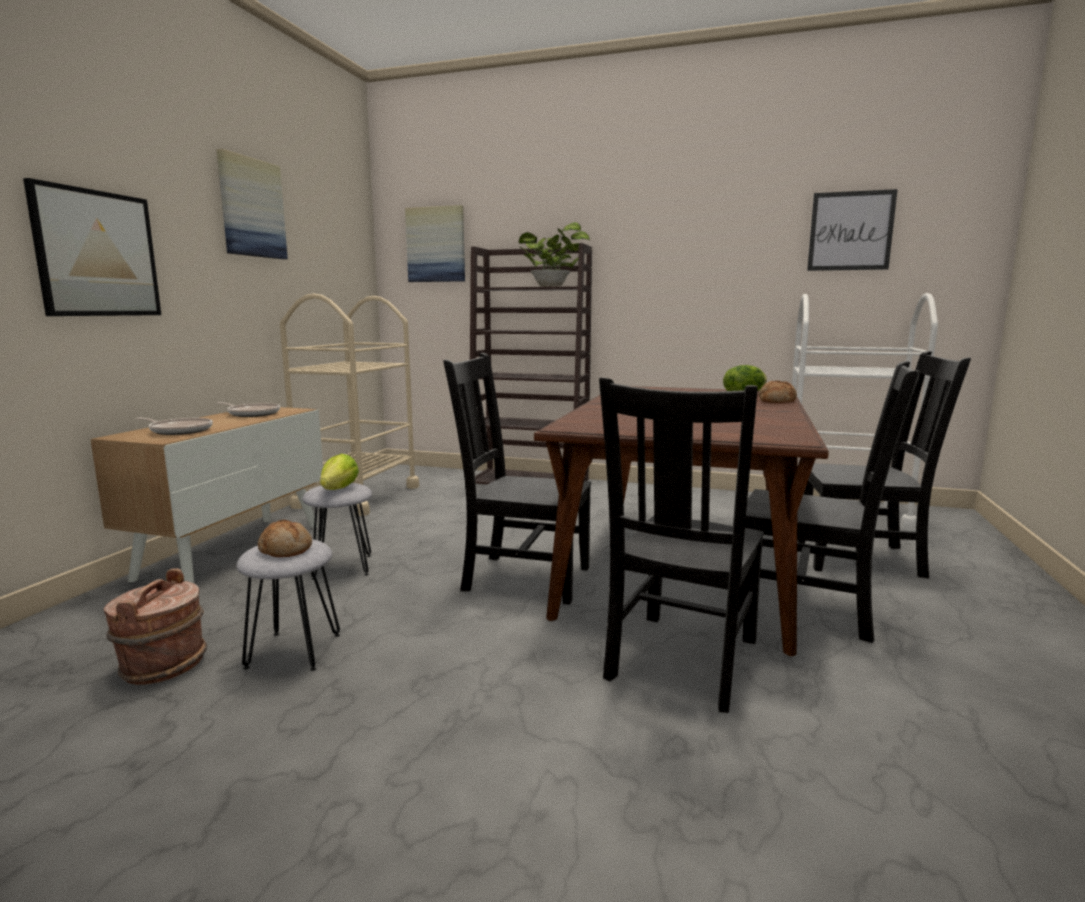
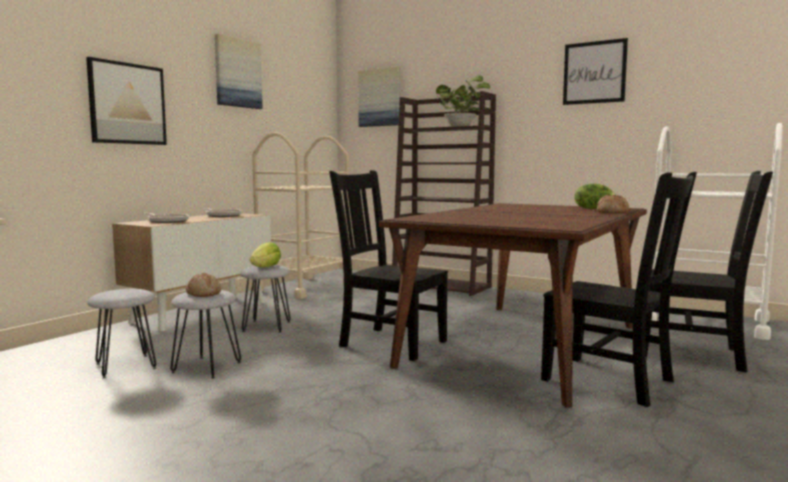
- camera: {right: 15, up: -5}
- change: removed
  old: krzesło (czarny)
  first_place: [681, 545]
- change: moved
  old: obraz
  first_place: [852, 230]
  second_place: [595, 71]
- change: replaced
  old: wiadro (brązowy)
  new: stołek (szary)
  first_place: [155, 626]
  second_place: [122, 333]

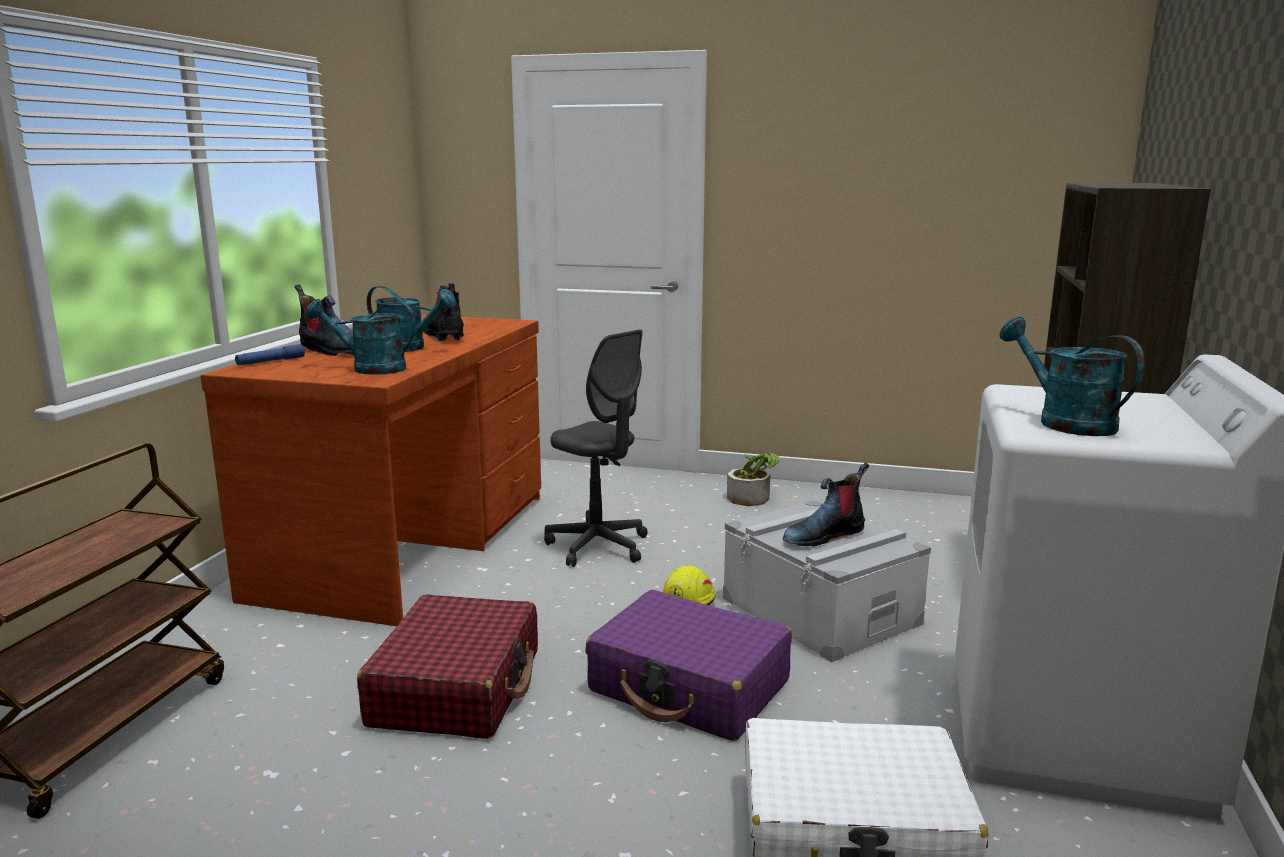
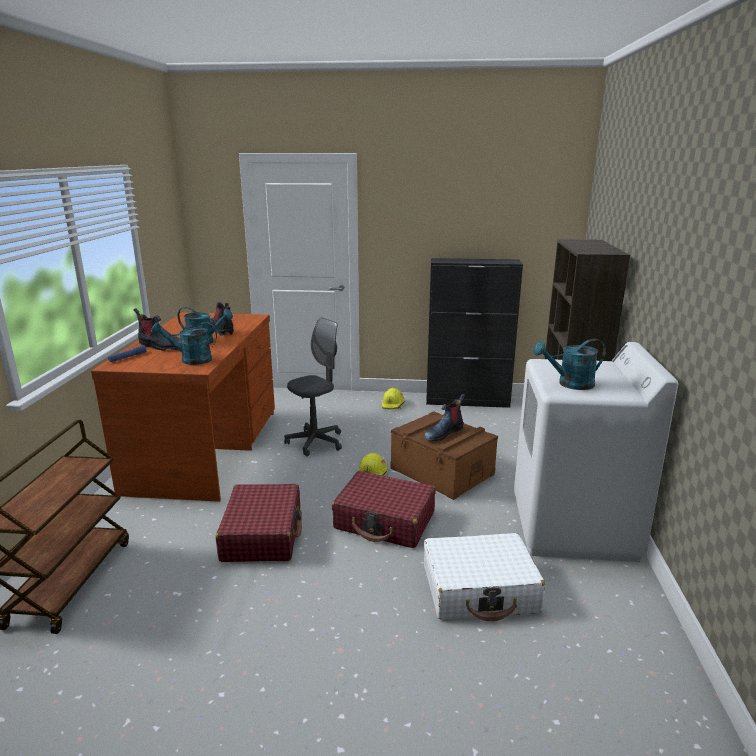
- camera: {right: -10, up: 5}
- change: added
  new: szafka (czarny)
  second_place: [474, 333]
- change: replaced
  old: roślina doniczkowa
  new: kask (żółty)
  first_place: [753, 479]
  second_place: [393, 399]
- change: recoloured
  old: walizka (fioletowy)
  new: walizka (czerwony)
  first_place: [688, 665]
  second_place: [383, 509]
- change: recoloured
  old: pojemnik do przechowywania (szary)
  new: pojemnik do przechowywania (brązowy)
  first_place: [827, 581]
  second_place: [444, 455]
- change: turned
  old: krzesło biurowe (szary)
  first_place: [595, 448]
  second_place: [313, 387]
  degrees: -75
- change: turned
  old: konewka (turkusowy)
  first_place: [1072, 376]
  second_place: [569, 364]
  degrees: -60

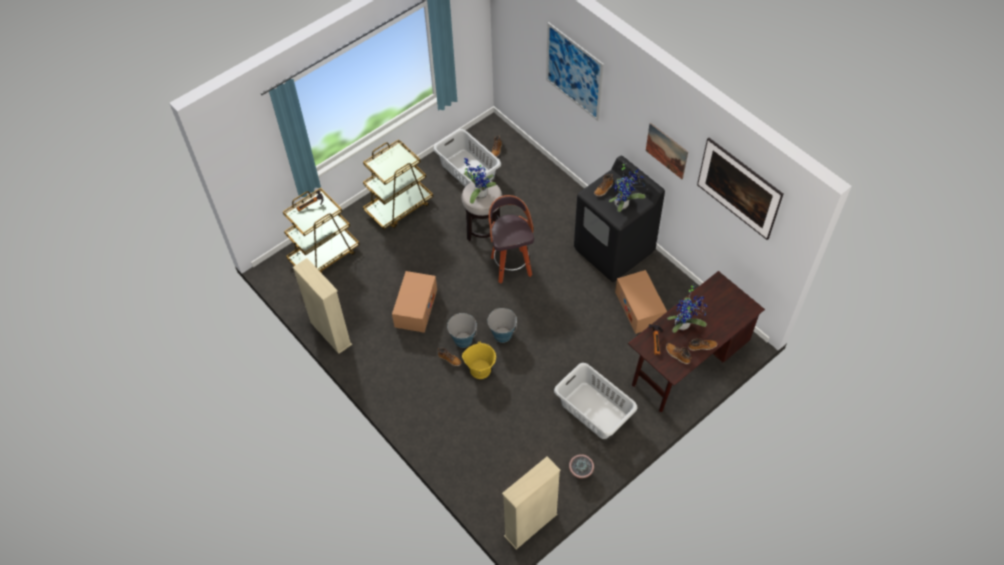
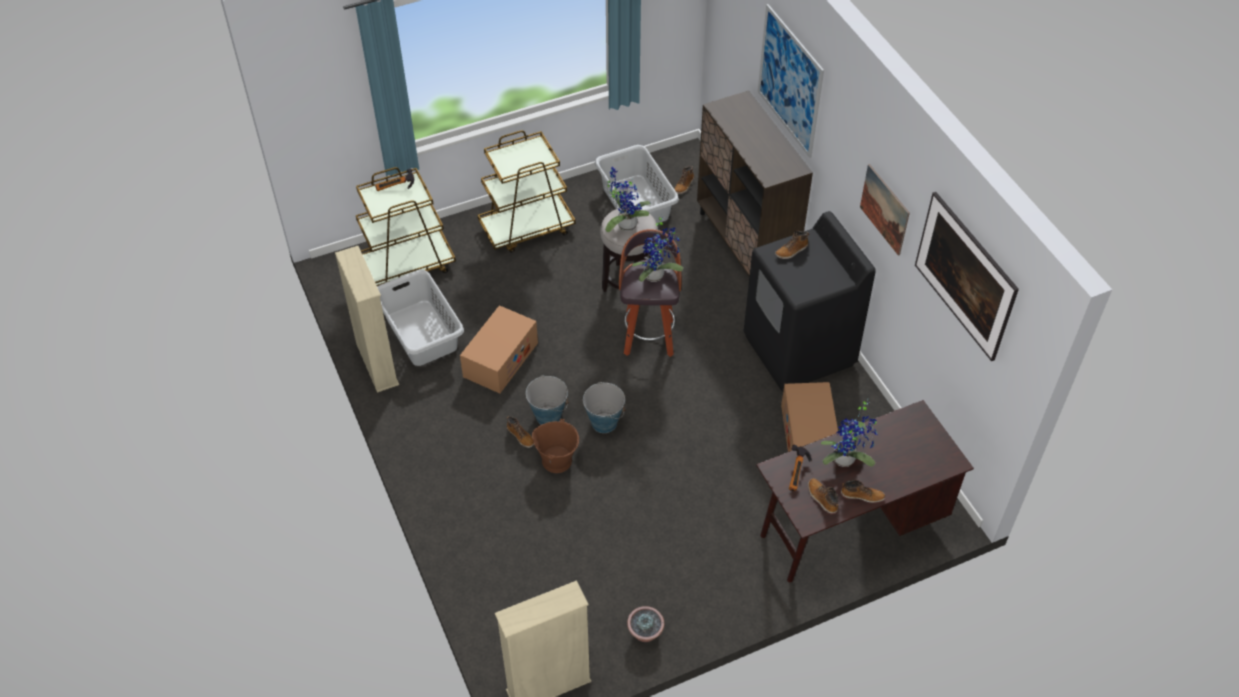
- camera: {right: 15, up: -5}
- change: added
  new: szafka (brązowy)
  second_place: [755, 183]
- change: moved
  old: kosz na pranie (szary)
  first_place: [595, 401]
  second_place: [420, 318]
- change: moved
  old: roślina doniczkowa
  first_place: [627, 186]
  second_place: [657, 248]
- change: recoloured
  old: wiadro (żółty)
  new: wiadro (brązowy)
  first_place: [479, 360]
  second_place: [555, 446]

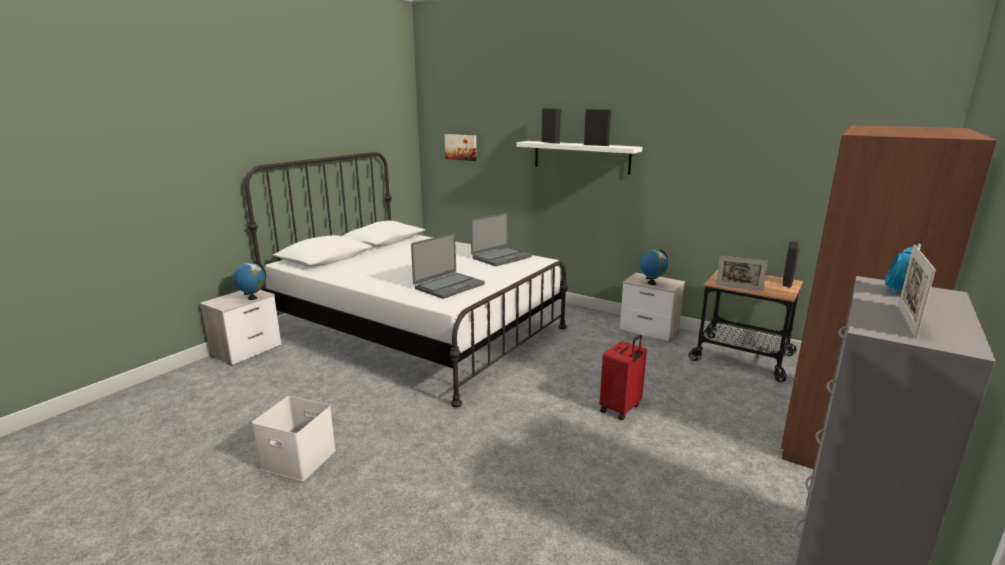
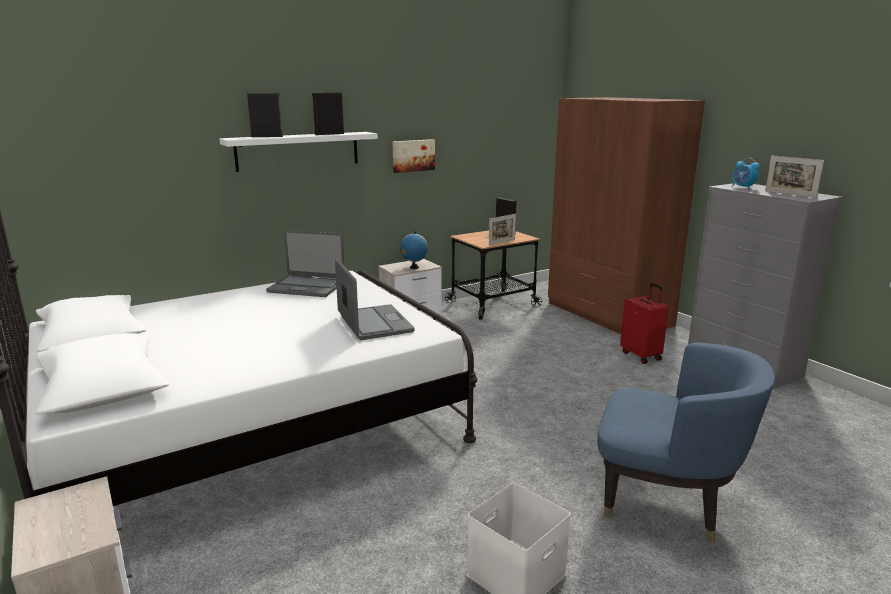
- camera: {right: -65, up: 0}
- change: removed
  old: globus
  first_place: [249, 280]
- change: added
  new: fotel (niebieski)
  second_place: [686, 443]
- change: moved
  old: obraz
  first_place: [461, 147]
  second_place: [413, 156]
- change: moved
  old: walizka (czerwony)
  first_place: [623, 377]
  second_place: [644, 323]
- change: turned
  old: laptop
  first_place: [501, 239]
  second_place: [305, 263]
  degrees: 120

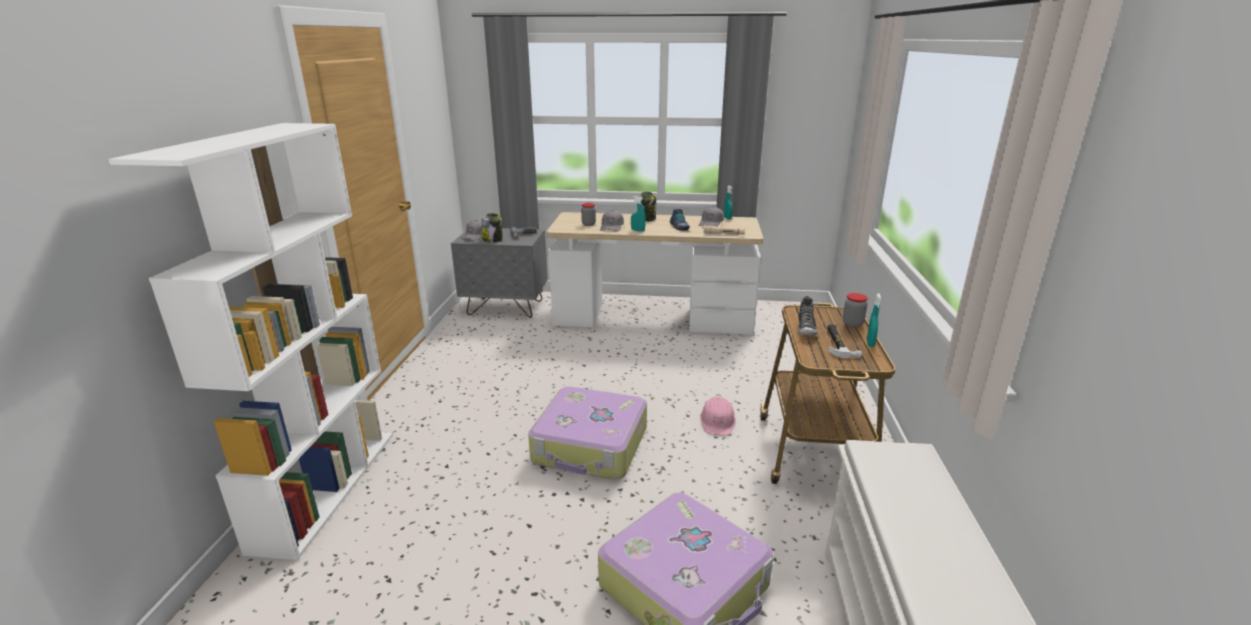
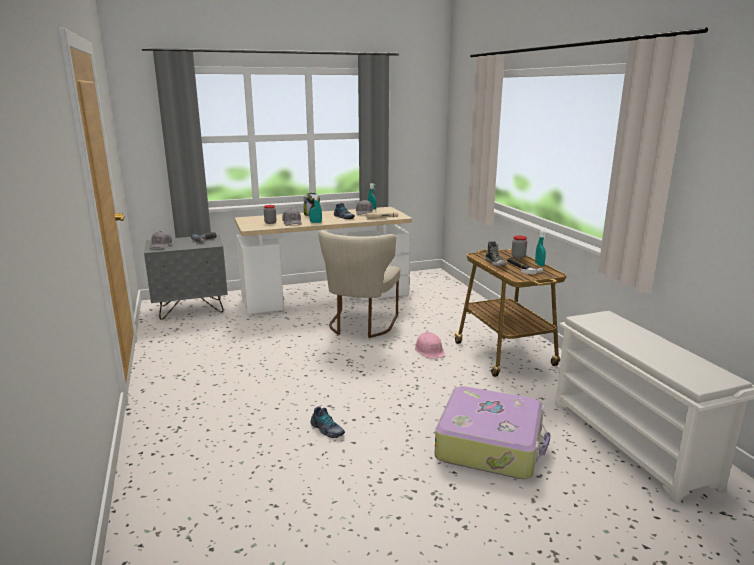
- camera: {right: -25, up: -5}
- change: removed
  old: regał (biały)
  first_place: [250, 341]
- change: removed
  old: słoik
  first_place: [492, 227]
- change: removed
  old: walizka
  first_place: [587, 432]
- change: added
  new: but
  second_place: [328, 422]
- change: added
  new: krzesło (beżowy)
  second_place: [359, 284]

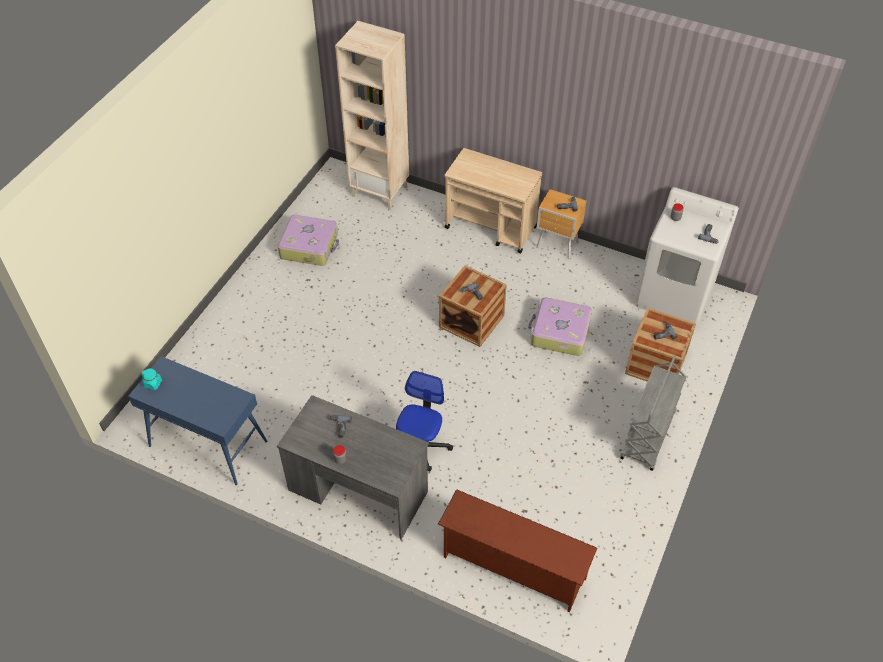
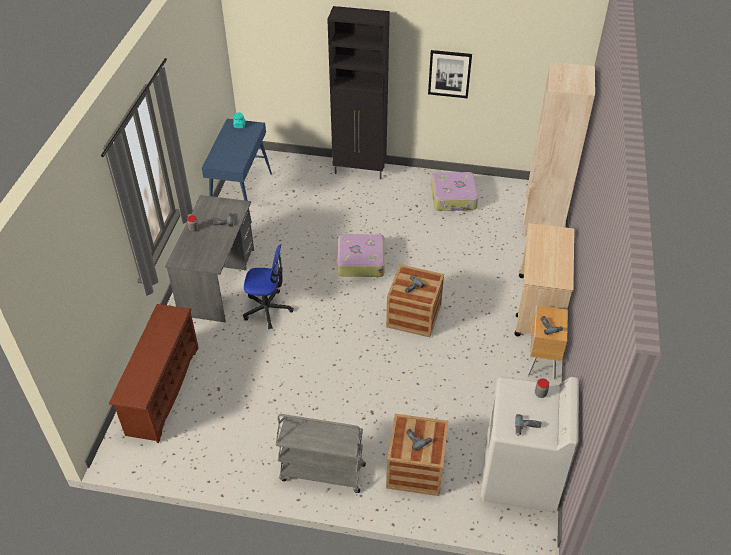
- camera: {right: 75, up: -5}
- change: added
  new: szafka (czarny)
  second_place: [358, 92]
- change: added
  new: obraz
  second_place: [450, 74]
- change: moved
  old: walizka
  first_place: [560, 327]
  second_place: [361, 255]

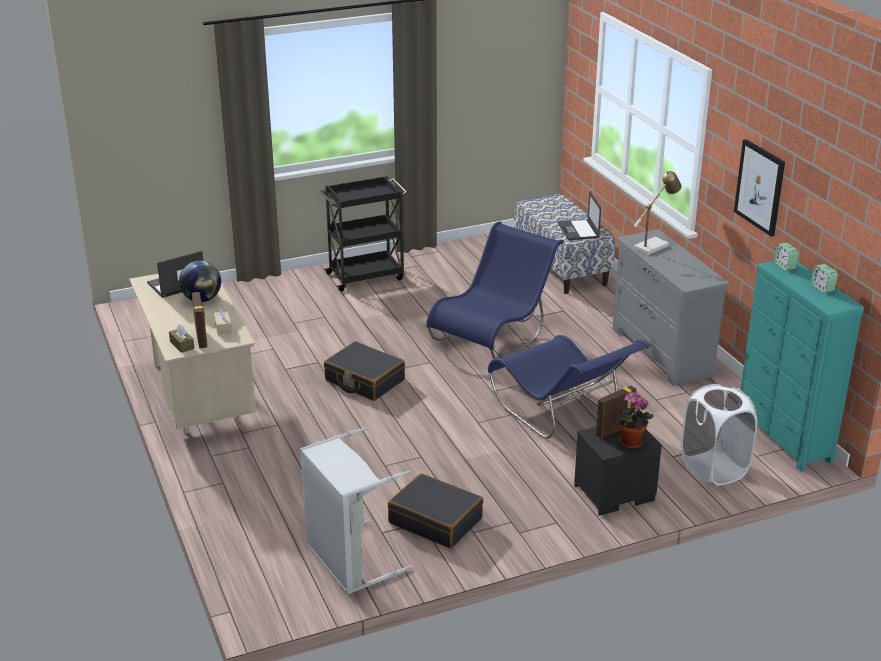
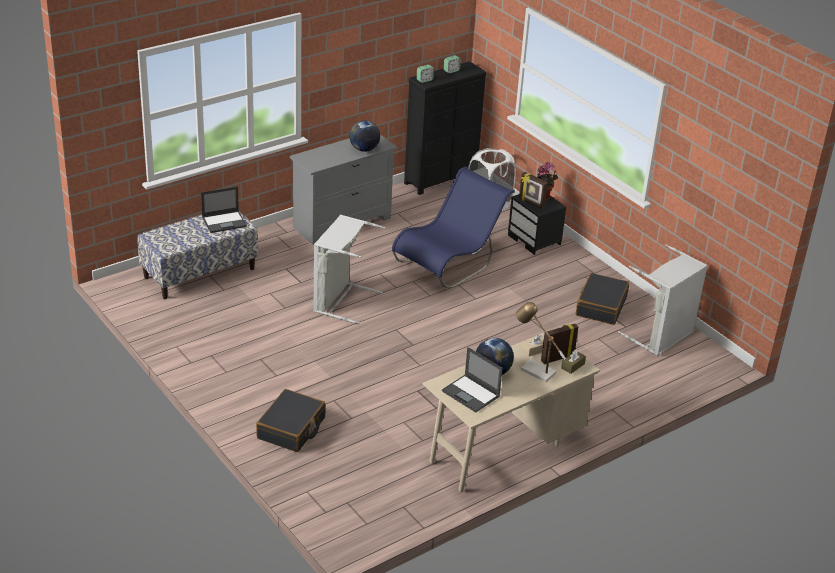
- camera: {right: -105, up: 5}
- change: removed
  old: wózek (czarny)
  first_place: [364, 234]
- change: removed
  old: obraz
  first_place: [759, 188]
- change: added
  new: globus
  second_place: [364, 136]
- change: moved
  old: walizka (czarny)
  first_place: [364, 371]
  second_place: [291, 420]
- change: moved
  old: lampa stołowa
  first_place: [657, 213]
  second_place: [541, 342]
- change: replaced
  old: krzesło (niebieski)
  new: kosz na pranie (szary)
  first_place: [495, 290]
  second_place: [349, 269]
- change: recoloured
  old: komoda (turkusowy)
  new: komoda (czarny)
  first_place: [802, 366]
  second_place: [445, 128]

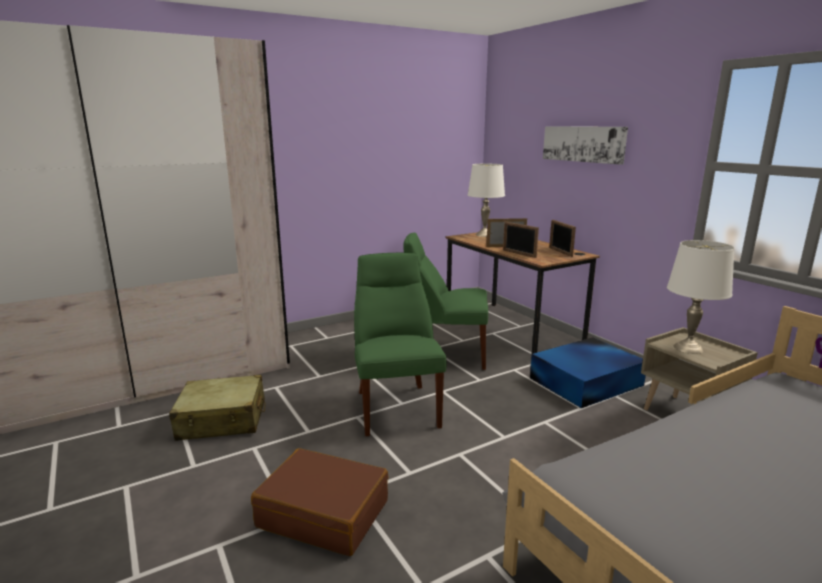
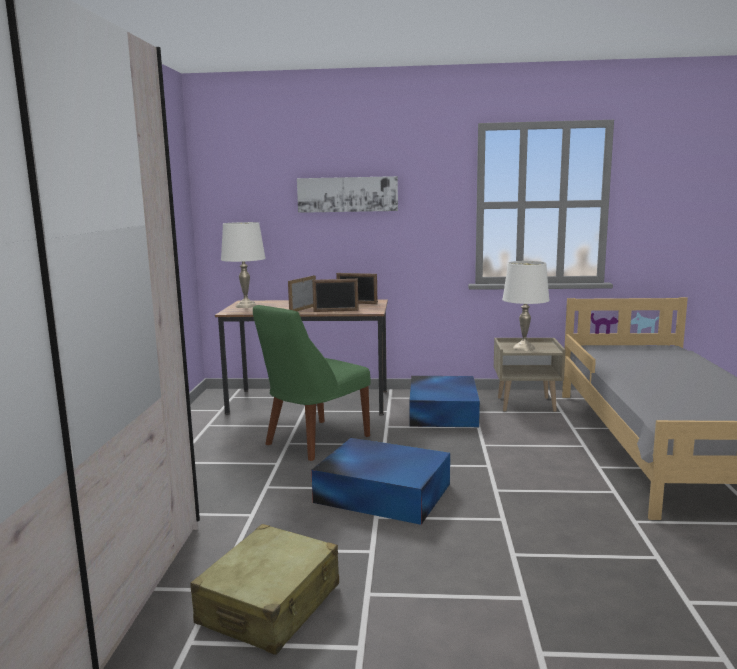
- camera: {right: -55, up: -5}
- change: removed
  old: walizka (brązowy)
  first_place: [320, 502]
- change: replaced
  old: krzesło (zielony)
  new: pojemnik do przechowywania (niebieski)
  first_place: [400, 344]
  second_place: [380, 481]

